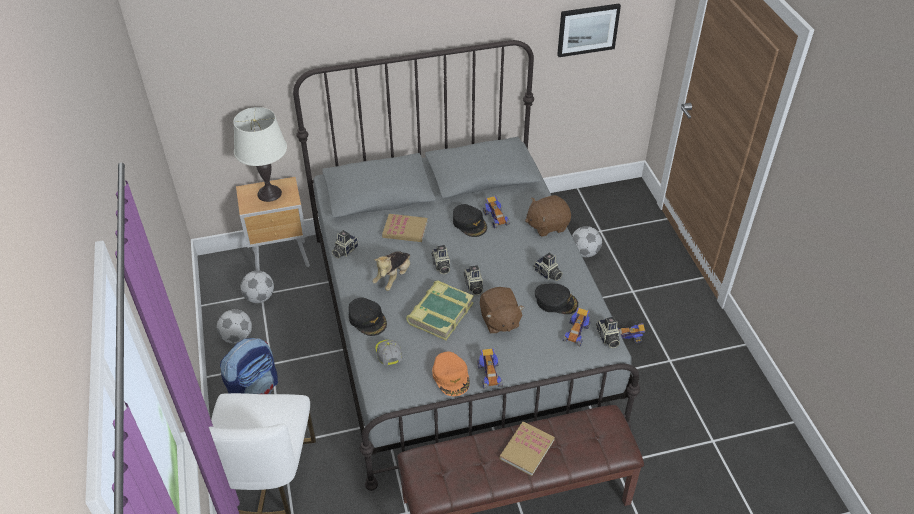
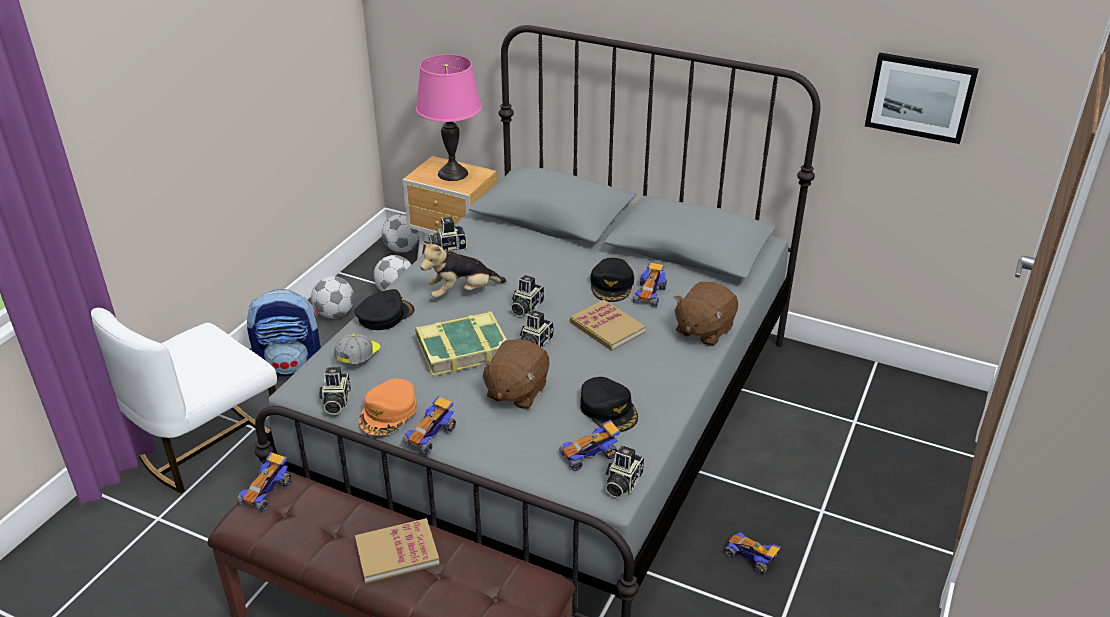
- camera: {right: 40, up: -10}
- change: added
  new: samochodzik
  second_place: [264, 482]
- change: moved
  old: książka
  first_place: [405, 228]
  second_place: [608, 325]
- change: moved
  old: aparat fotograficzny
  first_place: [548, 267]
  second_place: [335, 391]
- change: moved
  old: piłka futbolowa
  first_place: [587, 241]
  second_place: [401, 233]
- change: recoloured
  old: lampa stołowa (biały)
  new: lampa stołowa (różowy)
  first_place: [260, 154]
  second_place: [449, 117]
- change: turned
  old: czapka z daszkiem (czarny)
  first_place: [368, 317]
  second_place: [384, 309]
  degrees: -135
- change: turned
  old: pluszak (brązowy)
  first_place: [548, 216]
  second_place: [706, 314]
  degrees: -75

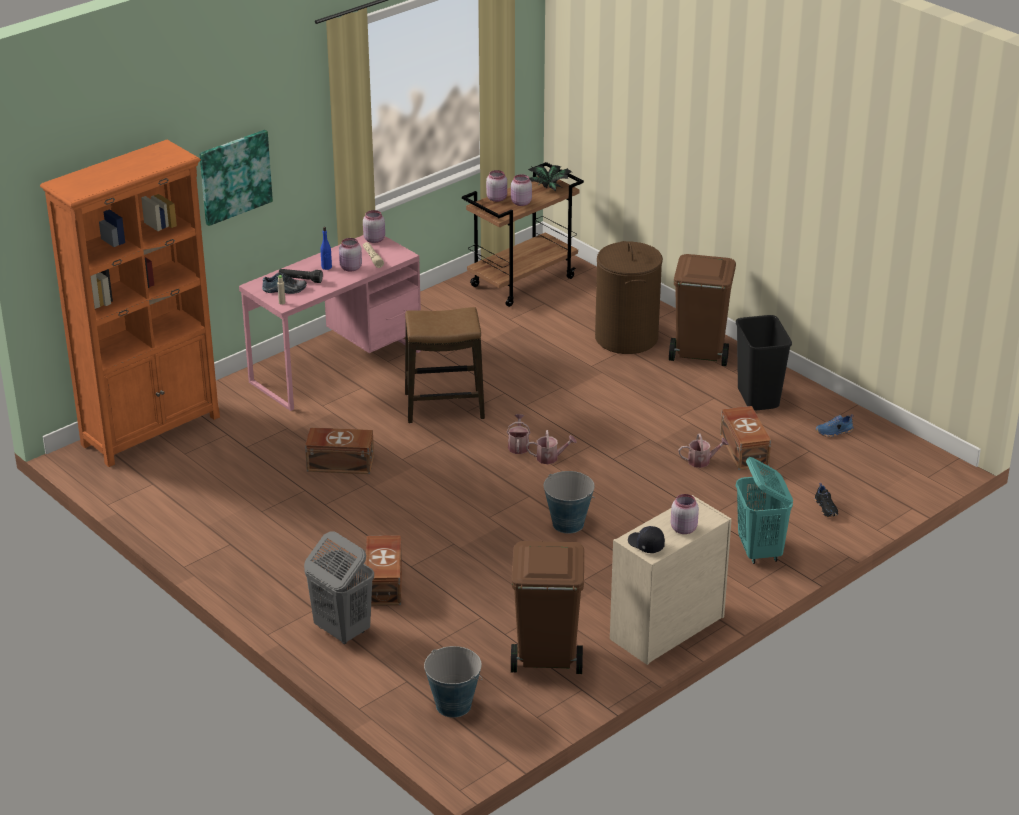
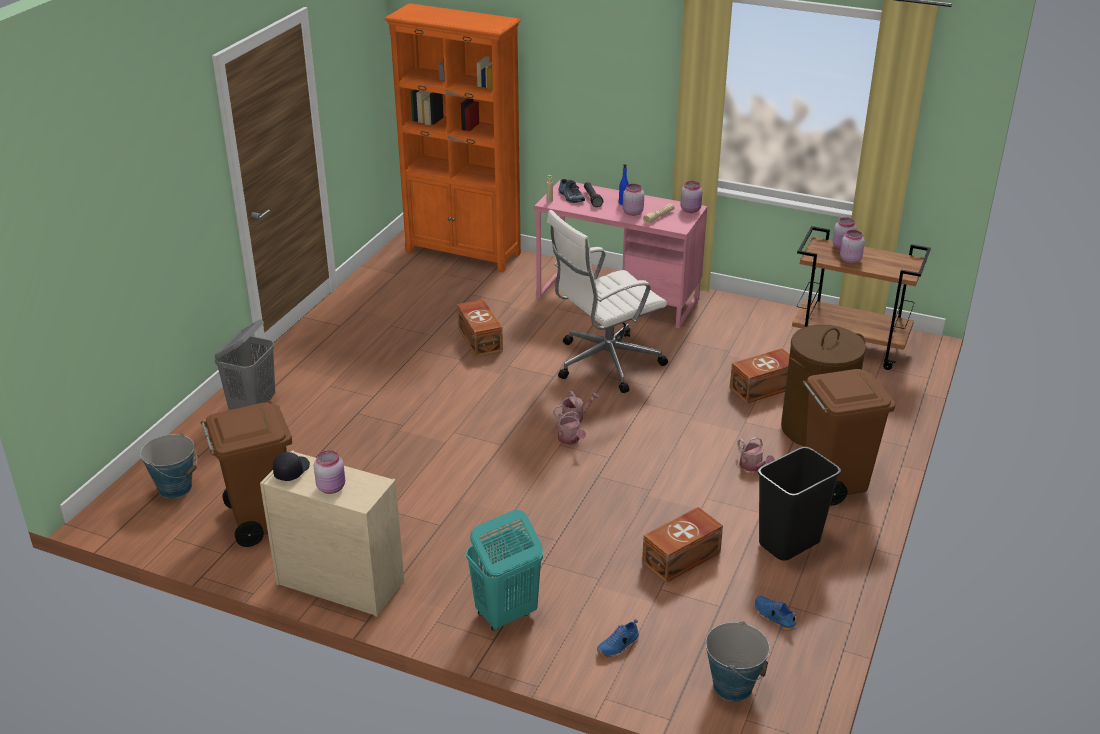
- camera: {right: 65, up: 0}
- change: removed
  old: obraz
  first_place: [236, 178]
- change: removed
  old: roślina doniczkowa
  first_place: [550, 178]
- change: moved
  old: pojemnik do przechowywania (brązowy)
  first_place: [383, 570]
  second_place: [760, 376]
- change: moved
  old: wiadro
  first_place: [569, 502]
  second_place: [738, 661]
- change: moved
  old: konewka
  first_place: [704, 450]
  second_place: [756, 454]
- change: replaced
  old: stołek
  new: krzesło biurowe (biały)
  first_place: [445, 365]
  second_place: [607, 301]
- change: recoloured
  old: but (czarny)
  new: but (niebieski)
  first_place: [826, 500]
  second_place: [618, 638]

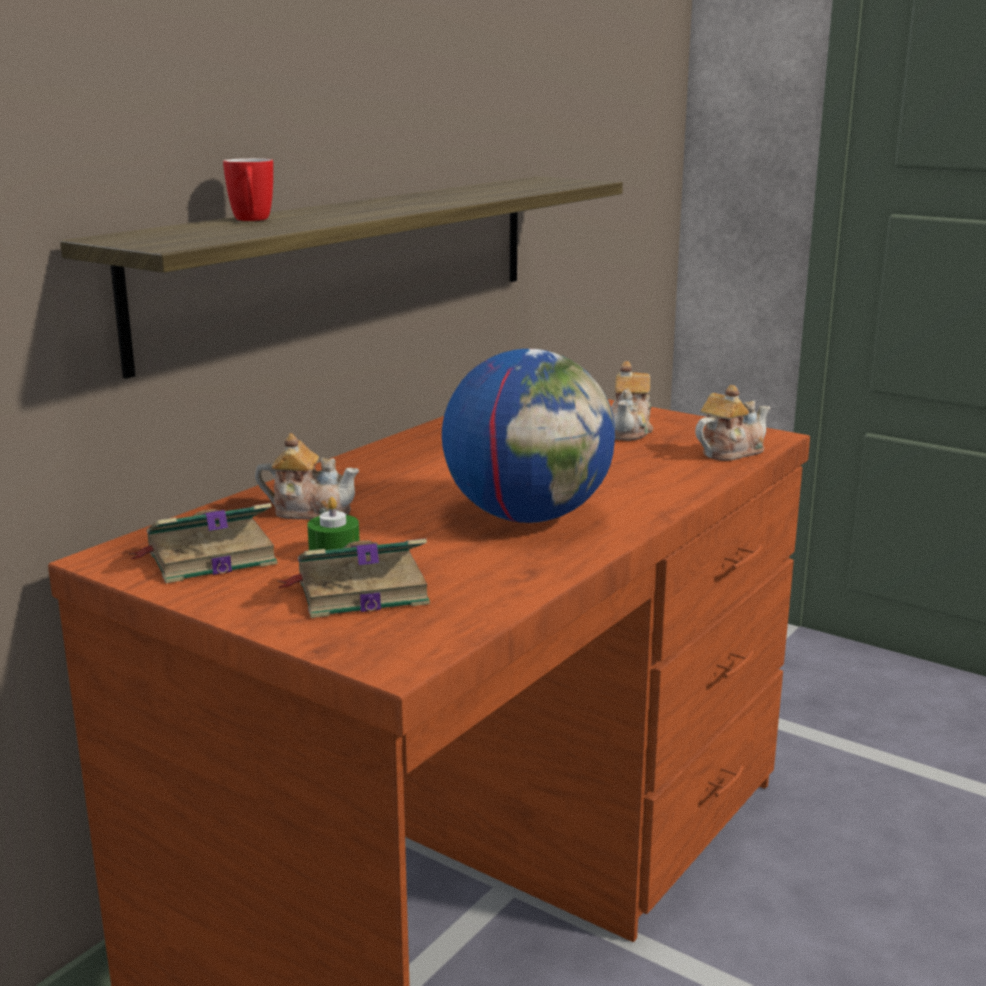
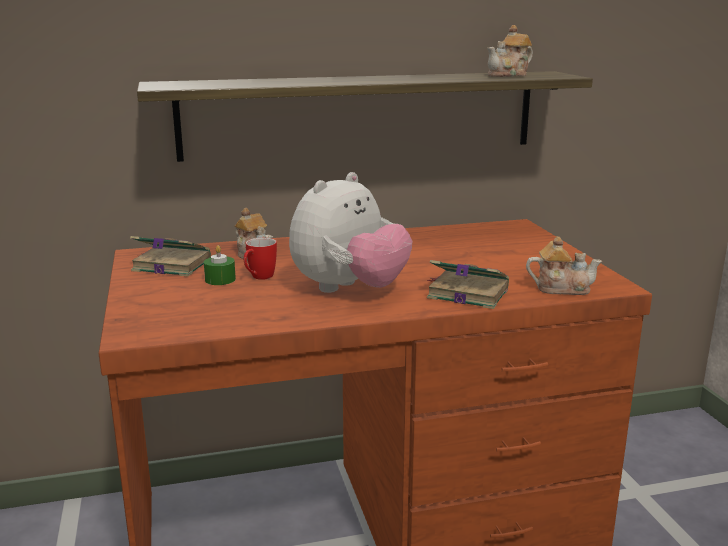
- camera: {right: 40, up: 0}
- change: moved
  old: kubek
  first_place: [248, 189]
  second_place: [260, 259]
- change: moved
  old: książka
  first_place: [353, 578]
  second_place: [468, 284]
- change: moved
  old: imbryk
  first_place: [632, 401]
  second_place: [510, 51]
- change: replaced
  old: globus
  new: pluszak
  first_place: [528, 436]
  second_place: [350, 232]

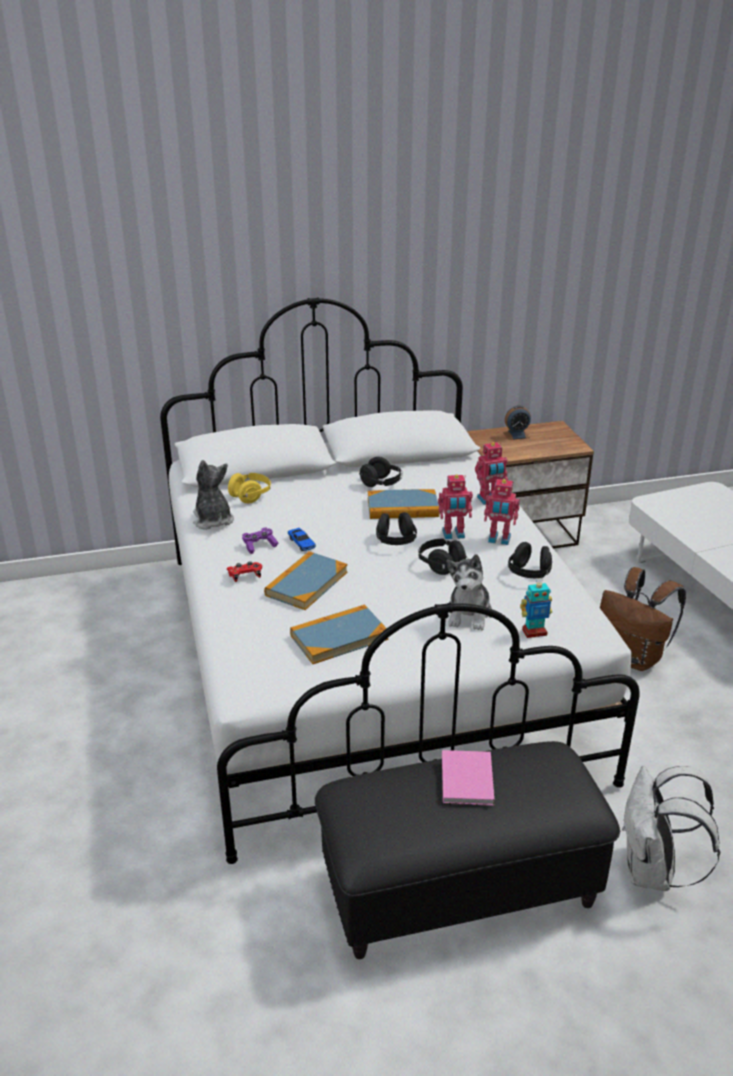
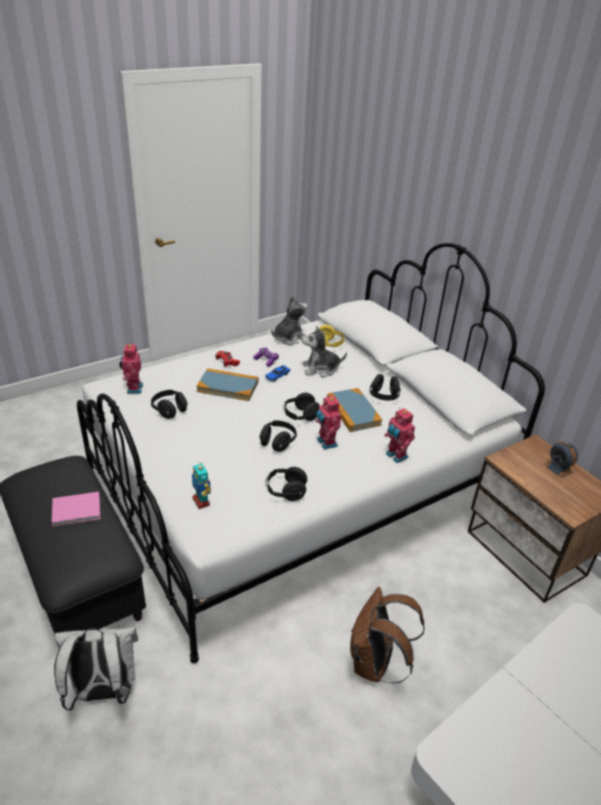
- camera: {right: 70, up: 5}
- change: moved
  old: pluszak
  first_place: [469, 592]
  second_place: [324, 351]
- change: moved
  old: robot zabawkowy
  first_place: [502, 512]
  second_place: [131, 367]
- change: replaced
  old: książka
  new: słuchawki (czarny)
  first_place: [339, 634]
  second_place: [169, 404]

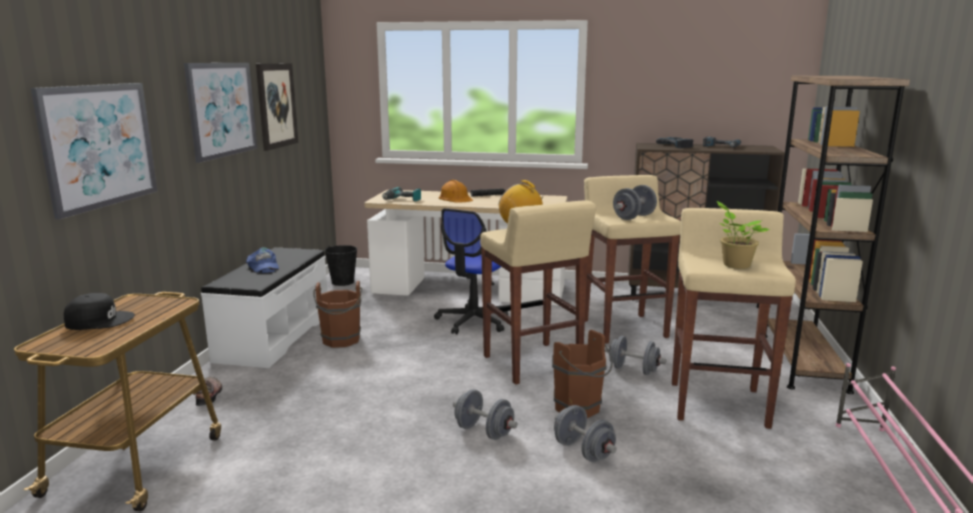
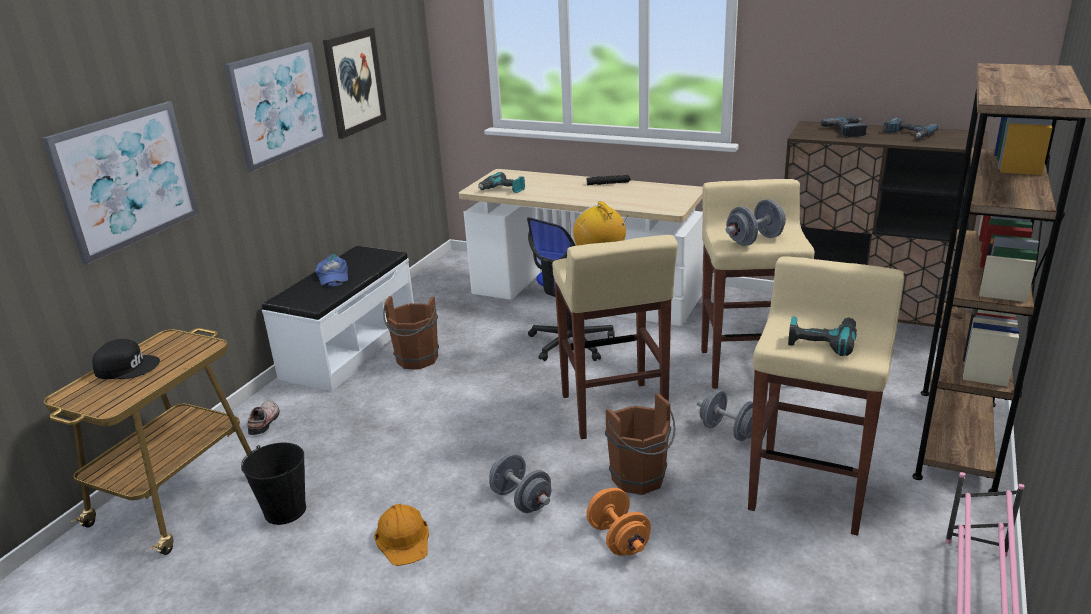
- camera: {right: 15, up: 10}
- change: moved
  old: wiadro (czarny)
  first_place: [340, 265]
  second_place: [273, 483]
- change: moved
  old: kask (pomarańczowy)
  first_place: [456, 191]
  second_place: [401, 535]
- change: replaced
  old: roślina doniczkowa
  new: wiertarka
  first_place: [743, 235]
  second_place: [822, 336]
- change: recoloured
  old: hantel (szary)
  new: hantel (pomarańczowy)
  first_place: [585, 433]
  second_place: [618, 522]

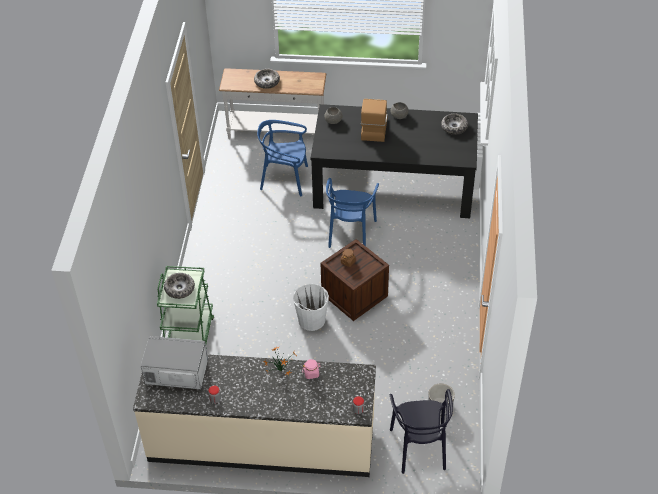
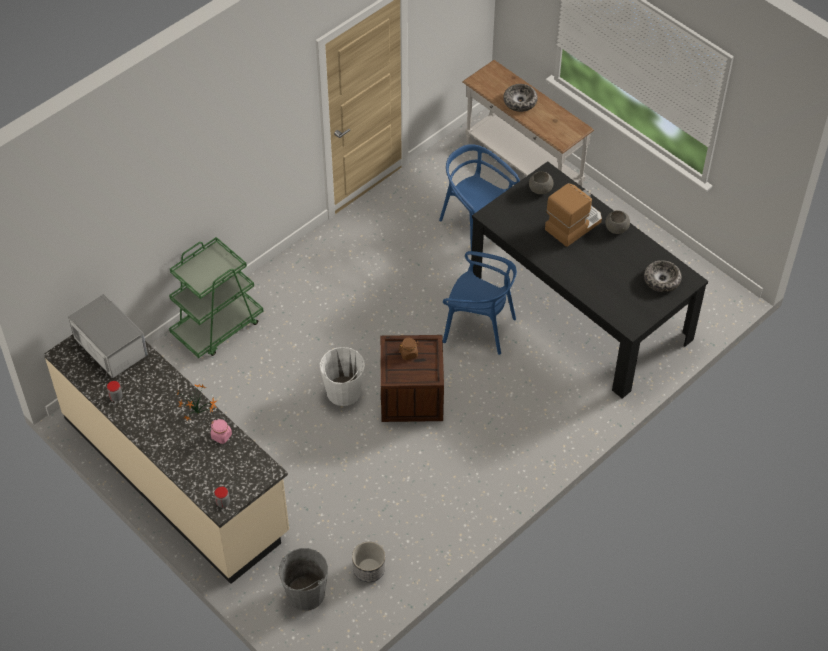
- camera: {right: 40, up: 5}
- change: removed
  old: miska
  first_place: [179, 286]
- change: replaced
  old: krzesło (czarny)
  new: wiadro (szary)
  first_place: [421, 431]
  second_place: [303, 579]
- change: turned
  old: krzesło (niebieski)
  first_place: [352, 213]
  second_place: [480, 303]
  degrees: -120

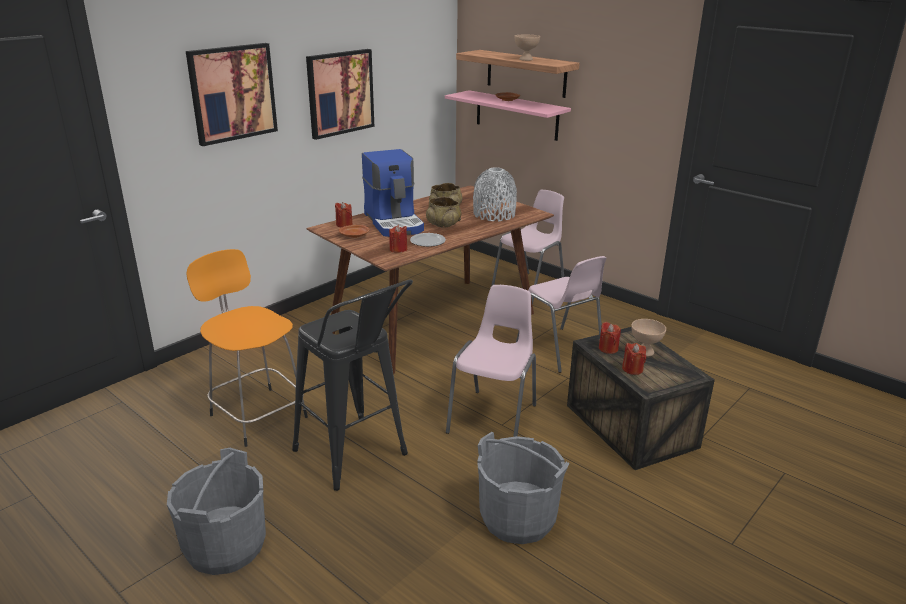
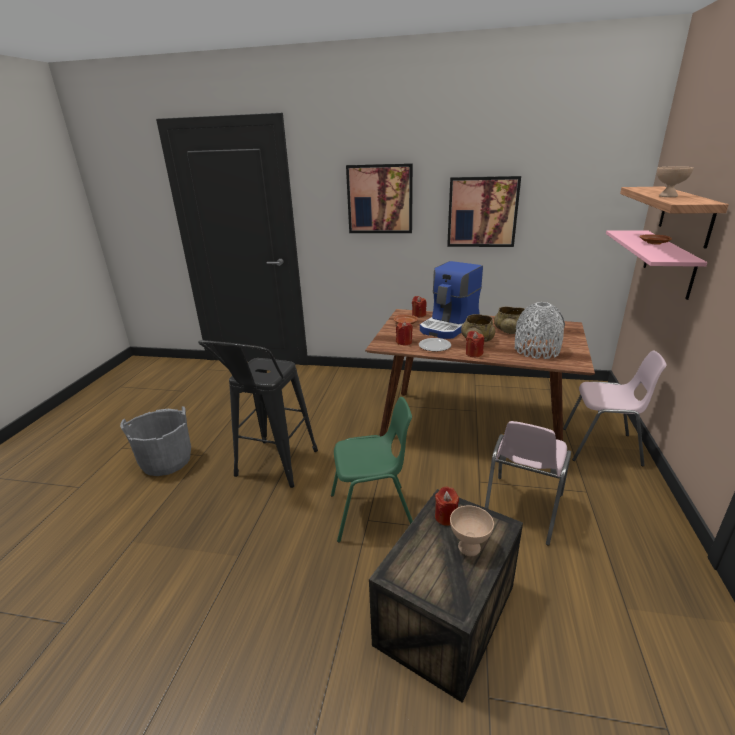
- camera: {right: 60, up: 0}
- change: removed
  old: stołek (pomarańczowy)
  first_place: [247, 348]
- change: removed
  old: wiadro (szary)
  first_place: [523, 488]
- change: moved
  old: świeca (czerwony)
  first_place: [634, 359]
  second_place: [475, 344]
- change: recoloured
  old: krzesło (różowy)
  new: krzesło (zielony)
  first_place: [491, 361]
  second_place: [372, 470]

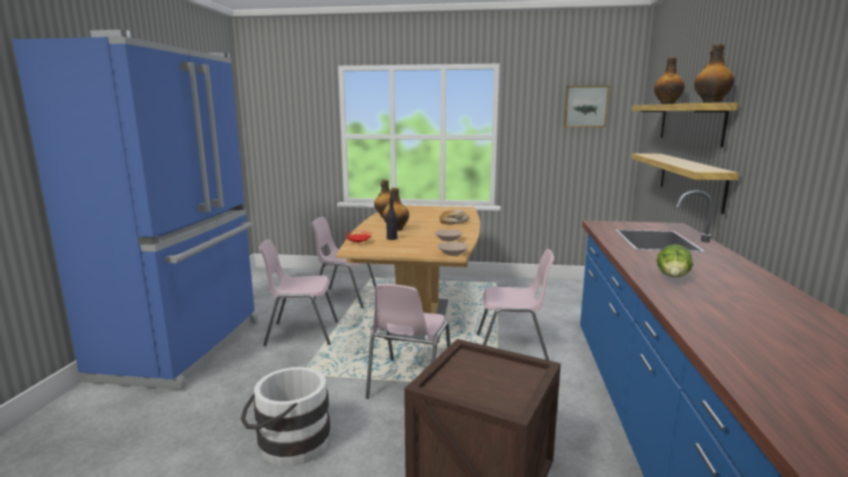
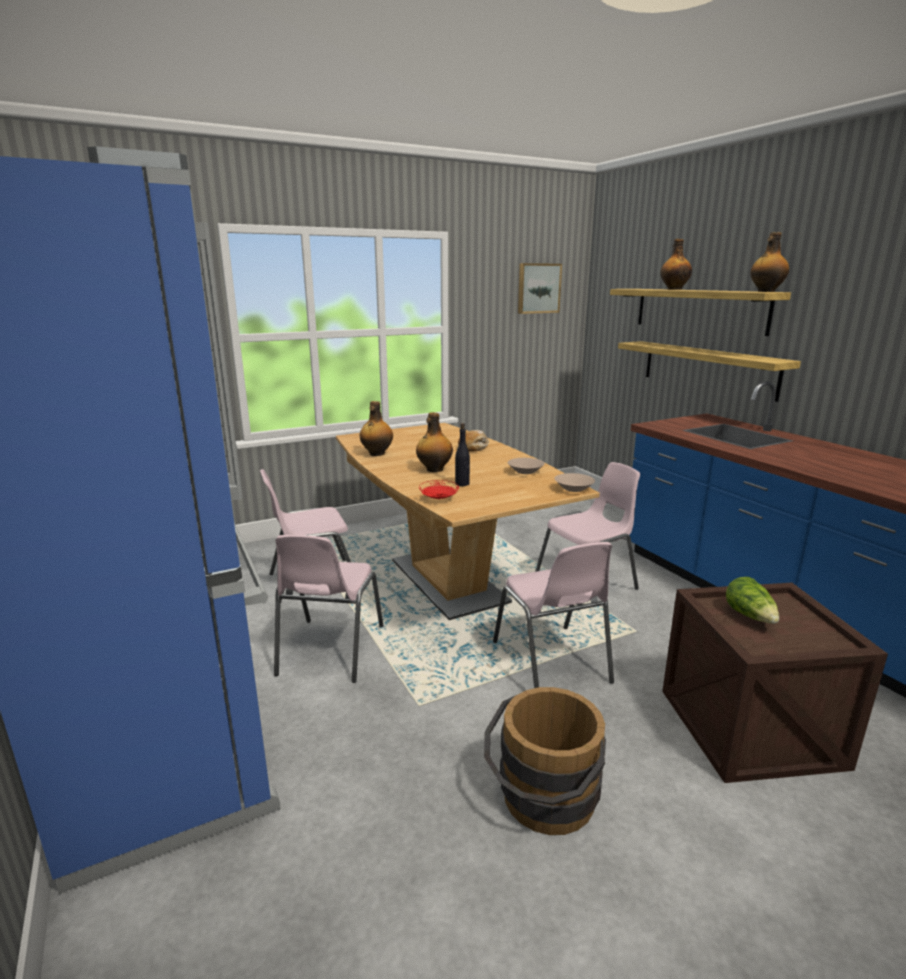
- camera: {right: -35, up: 5}
- change: moved
  old: sałata
  first_place: [675, 260]
  second_place: [752, 600]
- change: recoloured
  old: wiadro (biały)
  new: wiadro (brązowy)
  first_place: [285, 417]
  second_place: [545, 761]
- change: turned
  old: krzesło (różowy)
  first_place: [298, 292]
  second_place: [329, 609]
  degrees: -45

